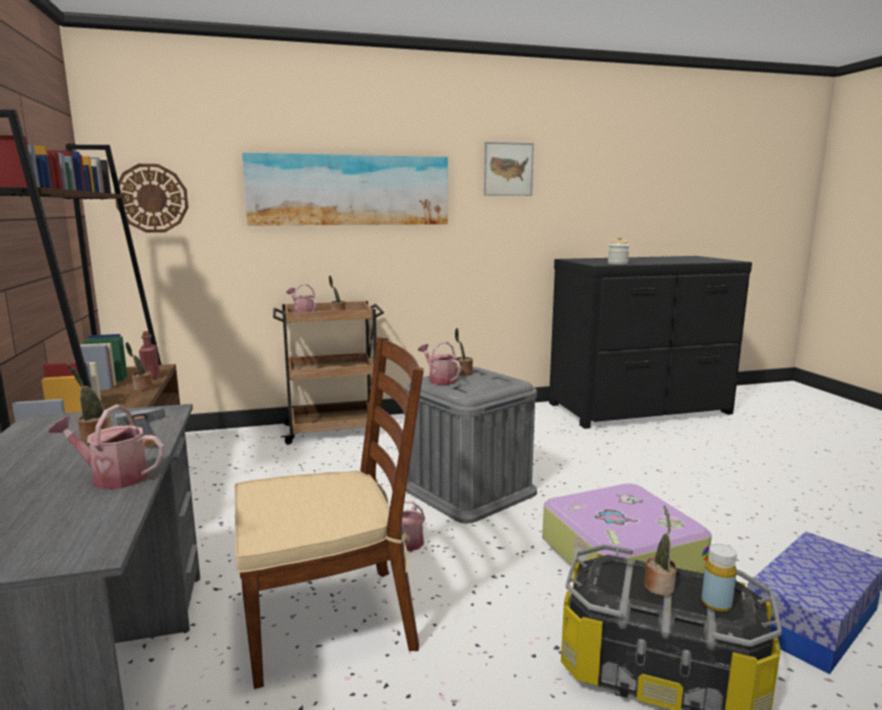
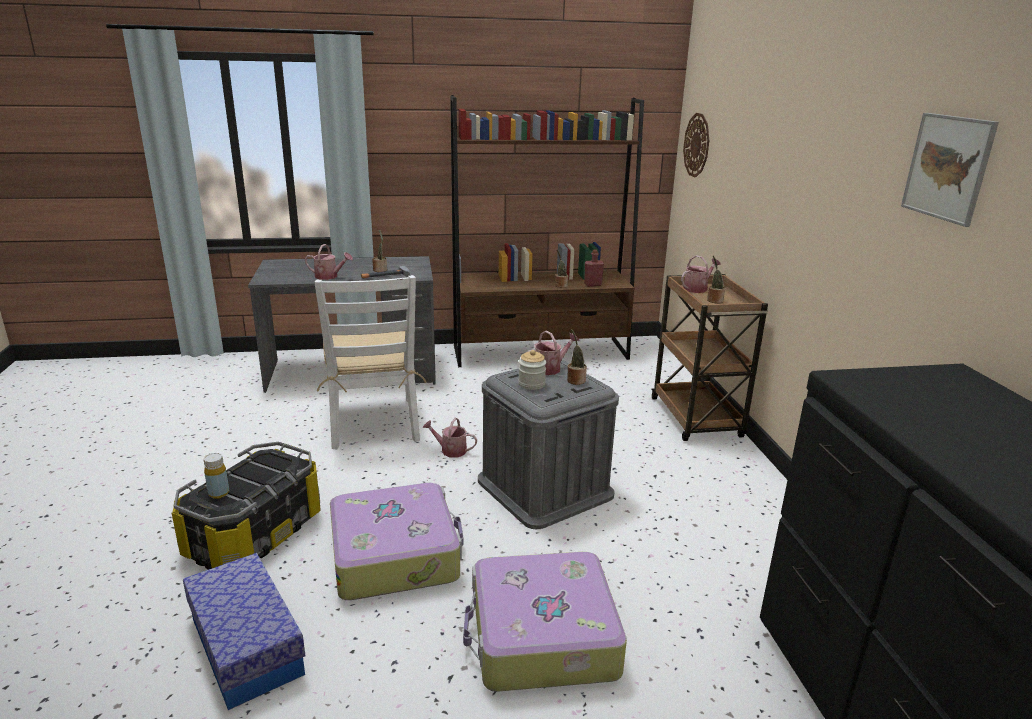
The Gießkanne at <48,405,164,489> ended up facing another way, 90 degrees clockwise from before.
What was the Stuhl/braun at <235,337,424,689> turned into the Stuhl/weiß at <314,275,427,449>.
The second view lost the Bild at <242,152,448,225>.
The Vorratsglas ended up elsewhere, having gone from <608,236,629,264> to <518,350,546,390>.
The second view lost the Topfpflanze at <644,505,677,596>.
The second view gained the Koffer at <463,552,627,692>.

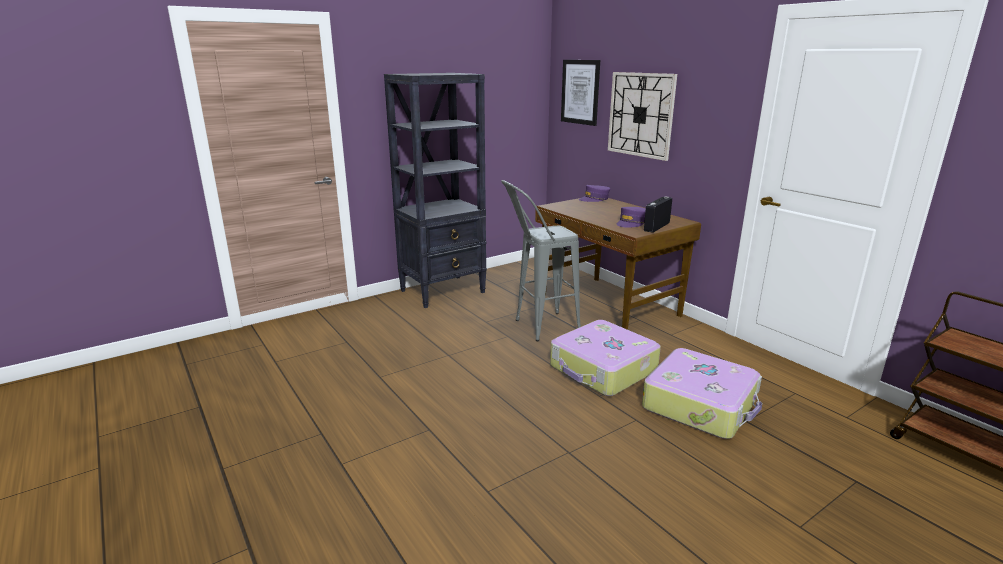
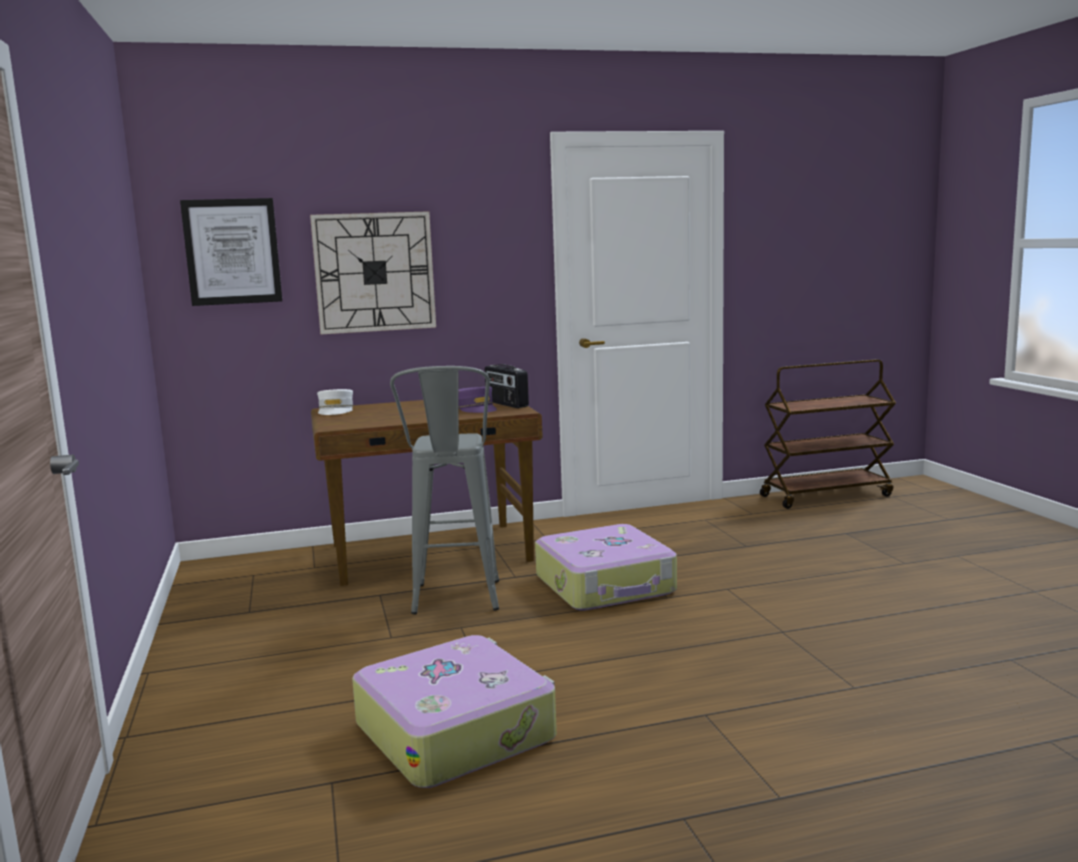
The second view lost the Bücherregal/schwarz at <384,73,487,308>.
What was the Kappe/lila at <579,185,610,202> turned into the Kappe/weiß at <317,389,354,415>.
The Koffer ended up elsewhere, having gone from <642,348,763,439> to <352,635,557,788>.

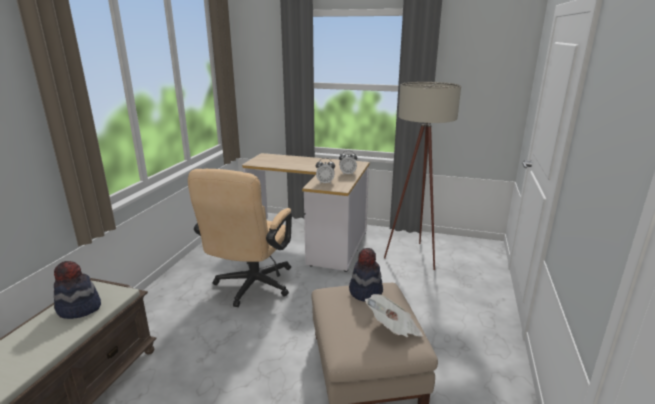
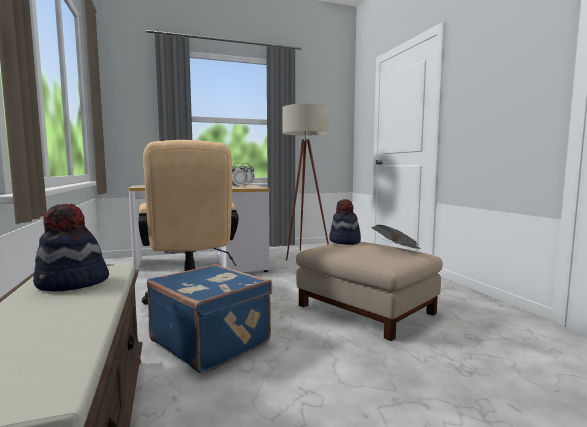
The second view gained the Koffer/blau at <147,264,272,374>.

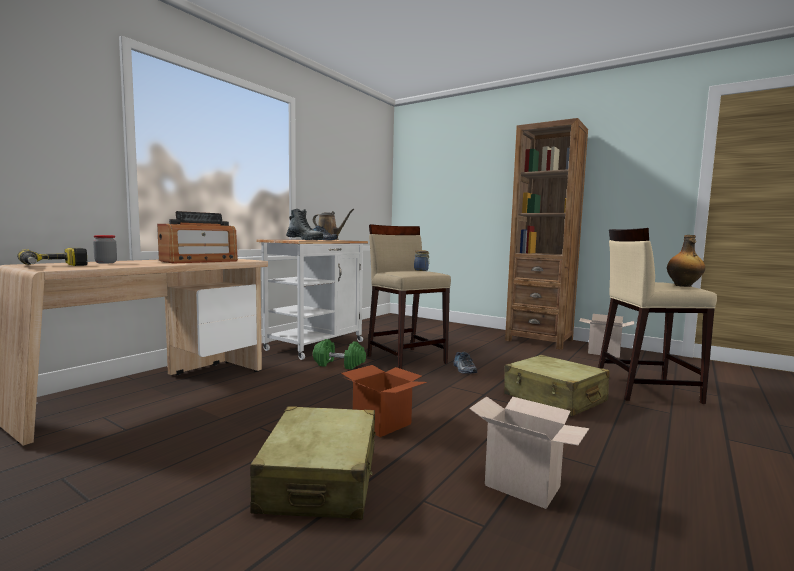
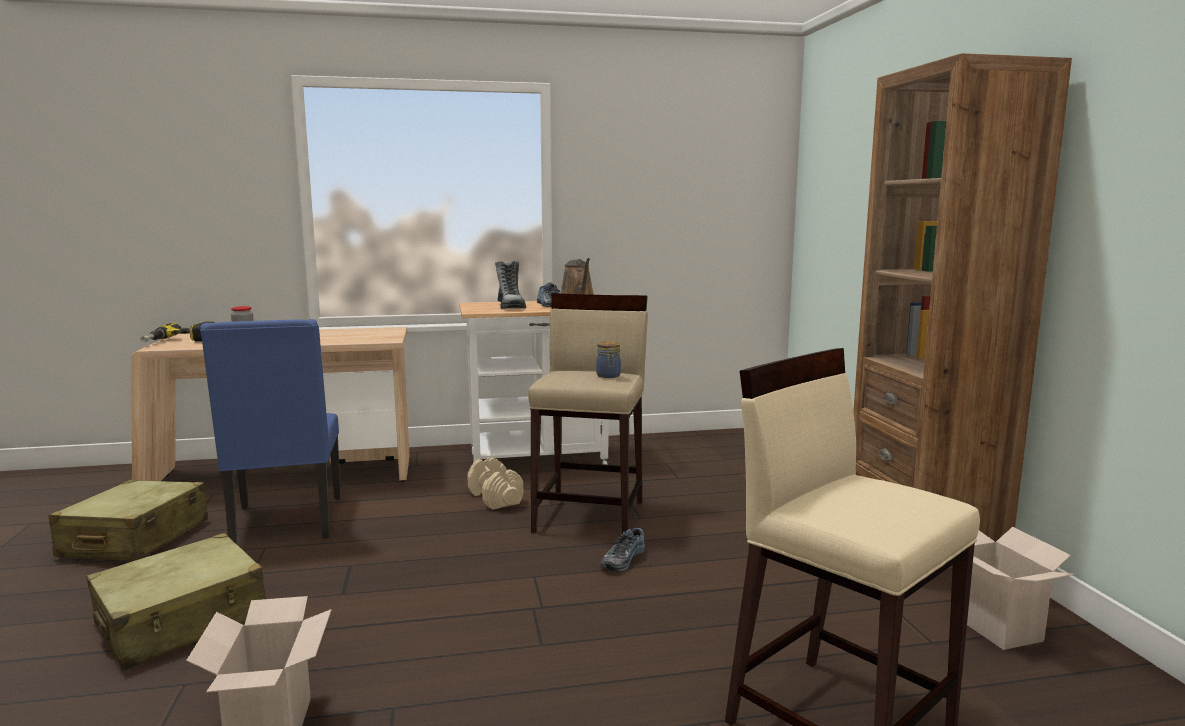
The second view lost the Radio at <157,211,238,263>.
What was the Hantel/grün at <313,339,366,369> turned into the Hantel/beige at <467,457,523,510>.
The second view lost the Karton at <341,365,427,437>.
The Koffer/beige ended up elsewhere, having gone from <504,355,610,416> to <48,480,208,561>.
The second view lost the Flasche at <667,235,705,287>.
The second view gained the Stuhl/blau at <200,319,341,544>.

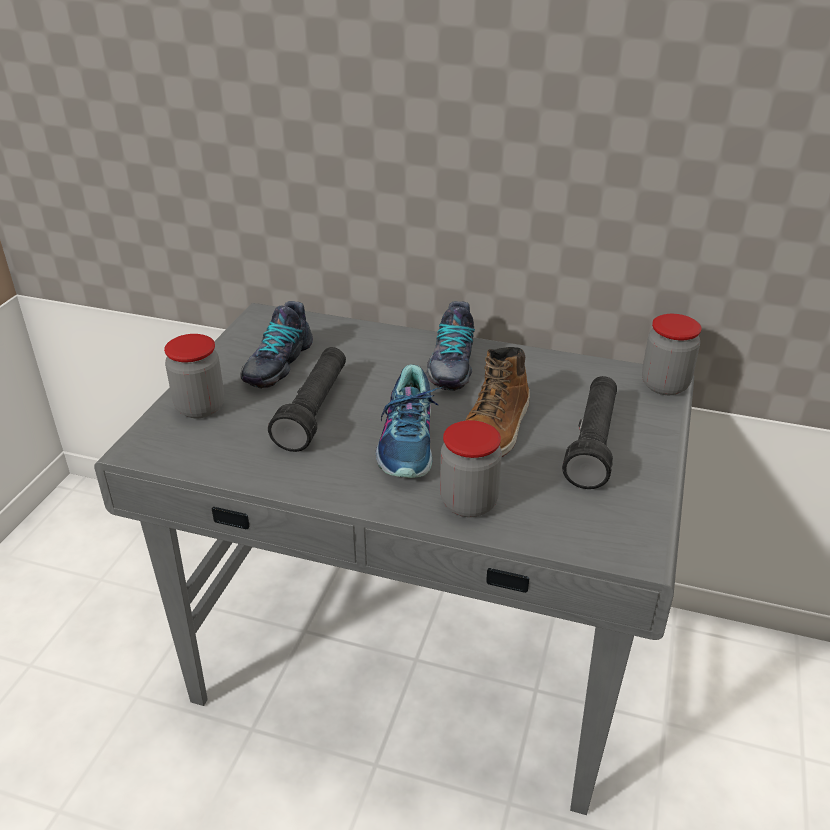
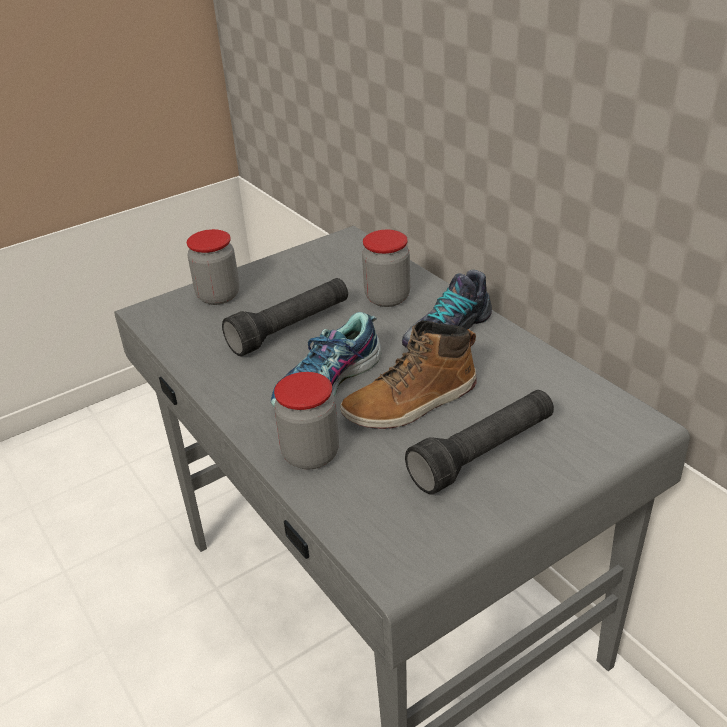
The second view lost the Schuh at <241,301,313,388>.
The Vorratsglas ended up elsewhere, having gone from <642,314,701,395> to <362,230,410,307>.

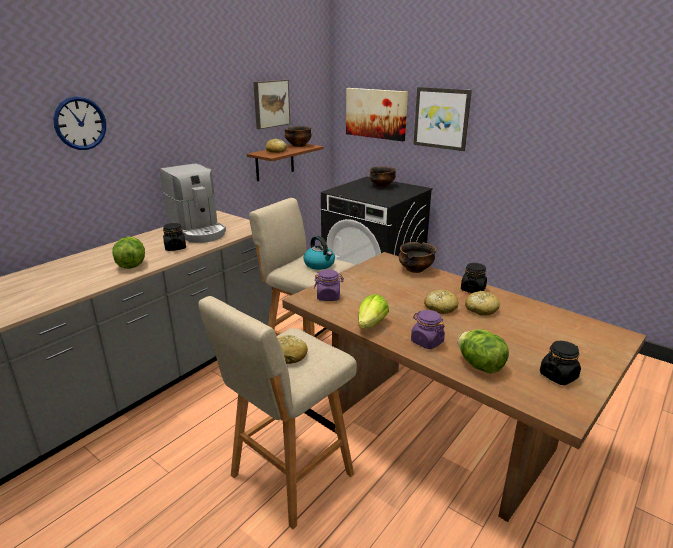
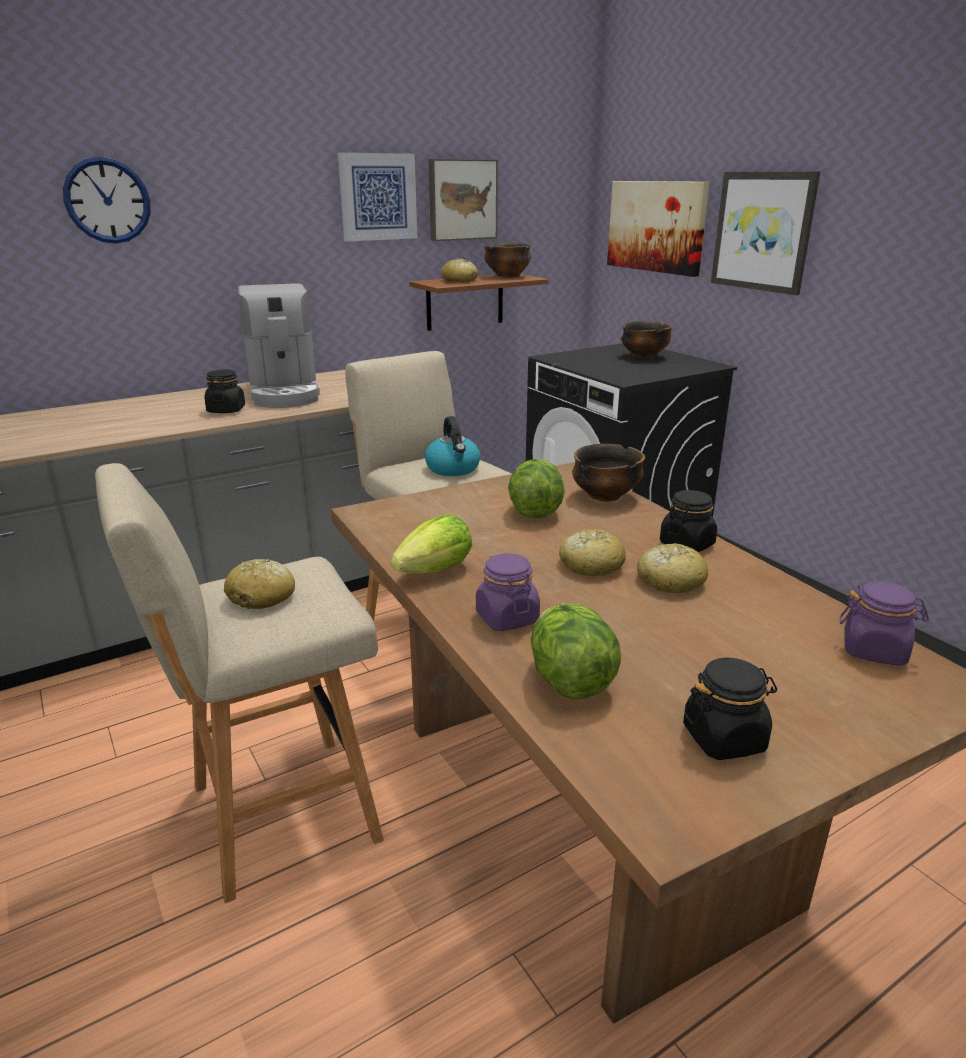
The Salatkopf ended up elsewhere, having gone from <112,237,145,269> to <508,459,565,519>.
The Vorratsglas/lila ended up elsewhere, having gone from <314,269,344,301> to <840,581,929,666>.
The second view gained the Bild at <338,153,417,242>.

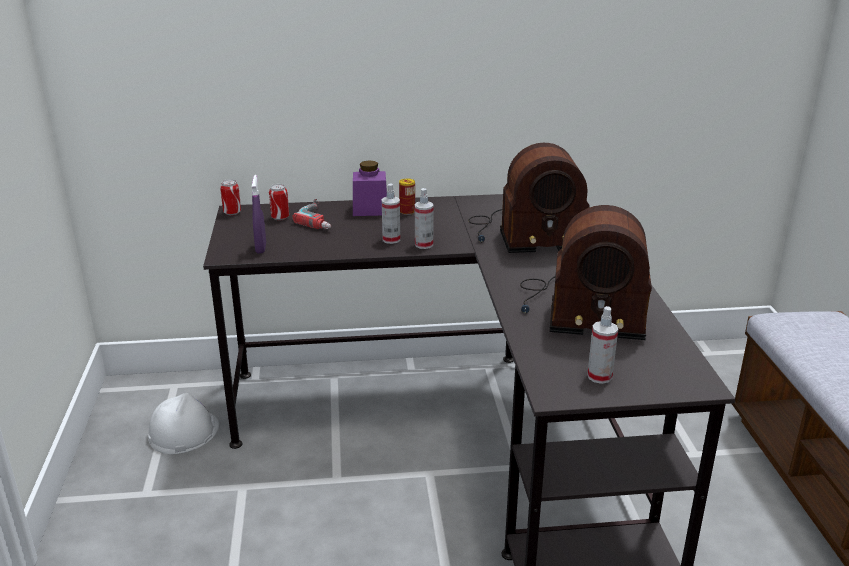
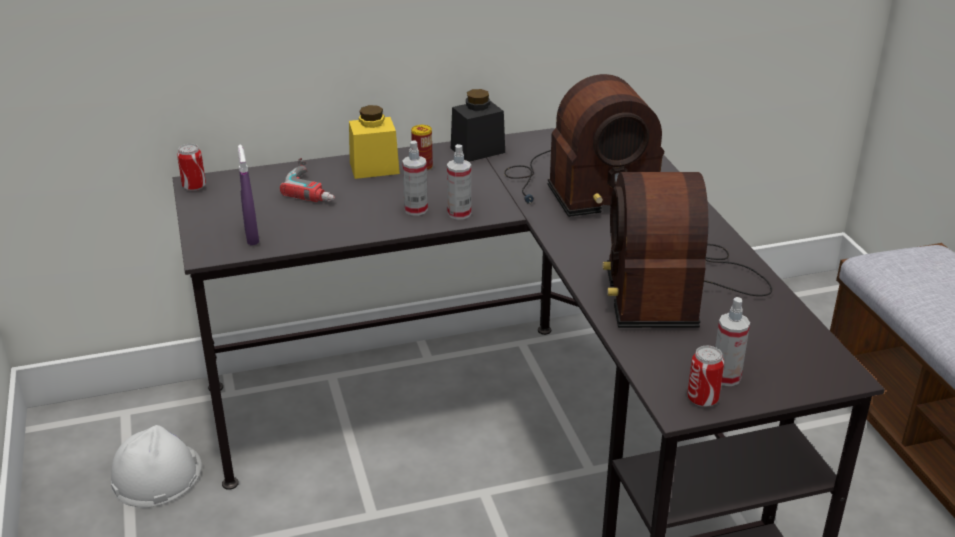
The Dose ended up elsewhere, having gone from <269,184,289,220> to <687,346,724,407>.
What was the Vorratsglas/lila at <353,160,387,216> turned into the Vorratsglas/gelb at <349,105,400,179>.
The Radio at <520,205,652,340> ended up facing another way, 90 degrees clockwise from before.
The second view gained the Vorratsglas/schwarz at <451,89,505,162>.

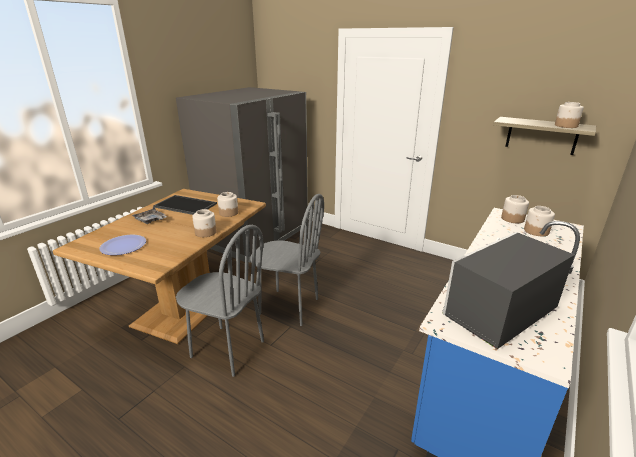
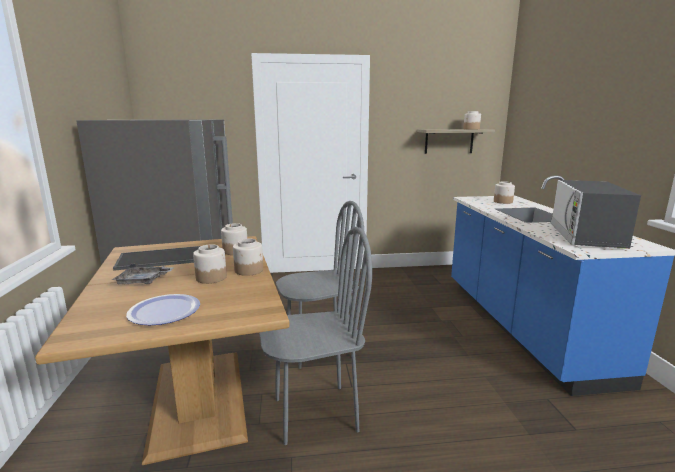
The Vorratsglas ended up elsewhere, having gone from <501,195,529,223> to <193,244,227,284>.

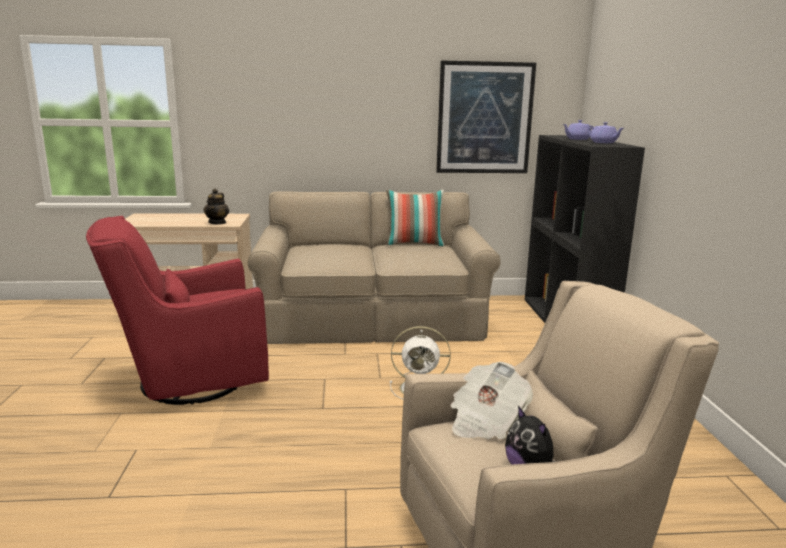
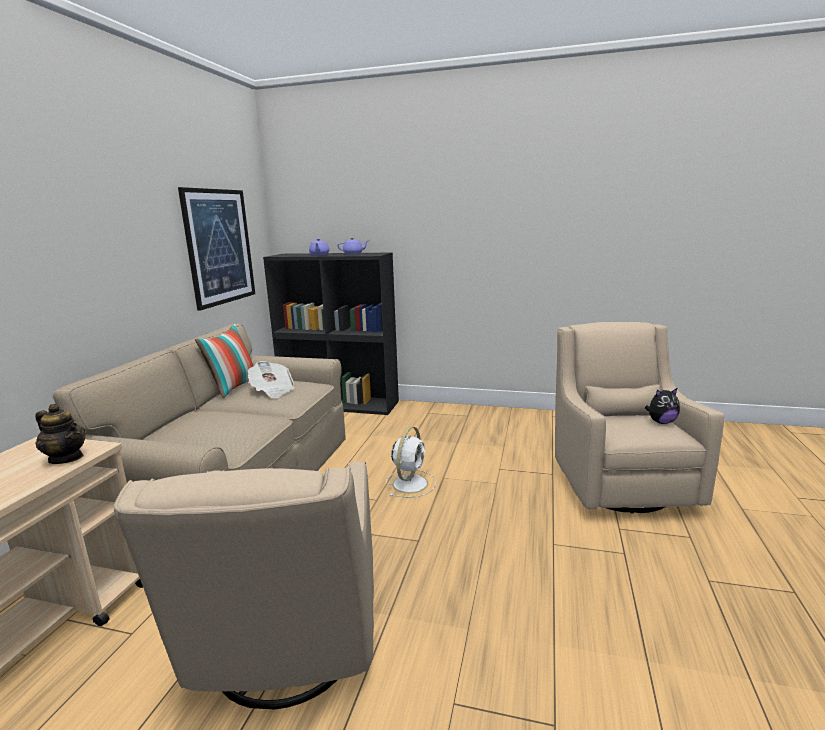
What was the Sessel/rot at <86,216,269,405> turned into the Sessel/beige at <114,461,374,709>.
The Zeitung ended up elsewhere, having gone from <450,362,533,439> to <248,361,295,399>.

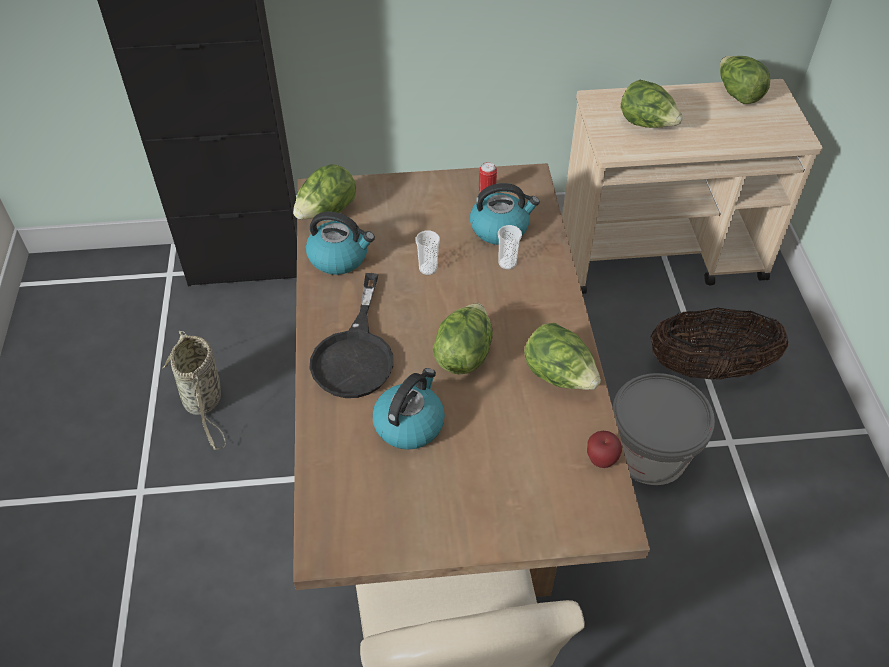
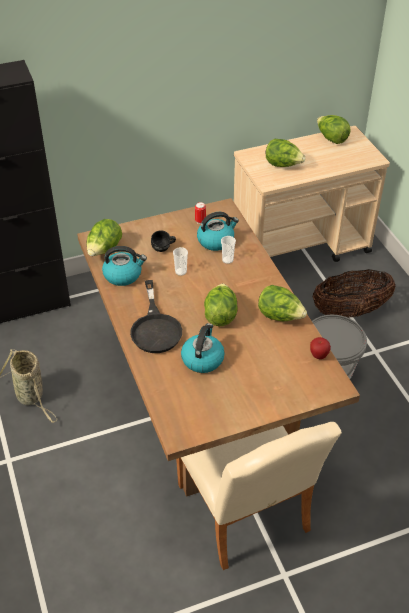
The second view gained the Henkelbecher/schwarz at <151,230,176,252>.

